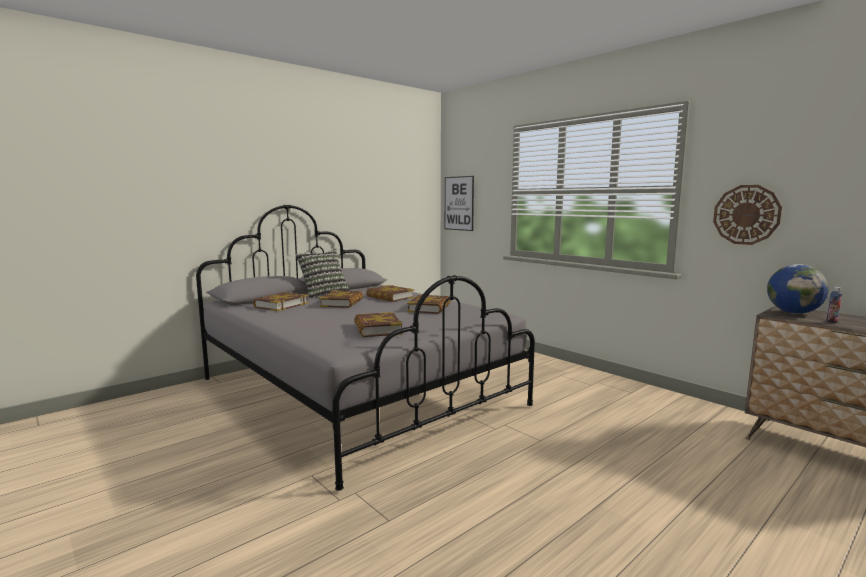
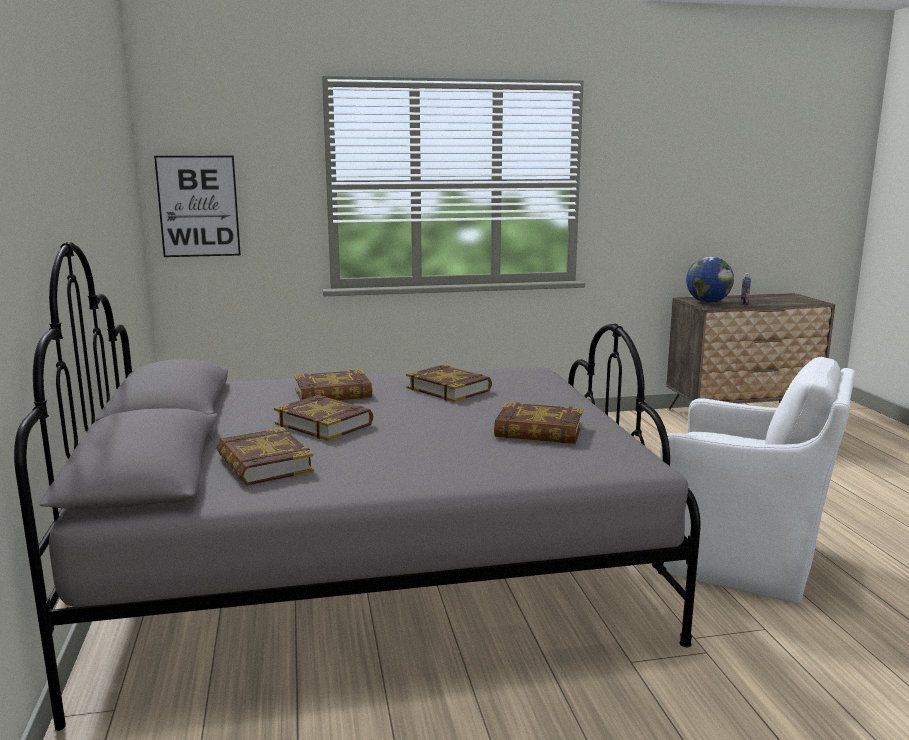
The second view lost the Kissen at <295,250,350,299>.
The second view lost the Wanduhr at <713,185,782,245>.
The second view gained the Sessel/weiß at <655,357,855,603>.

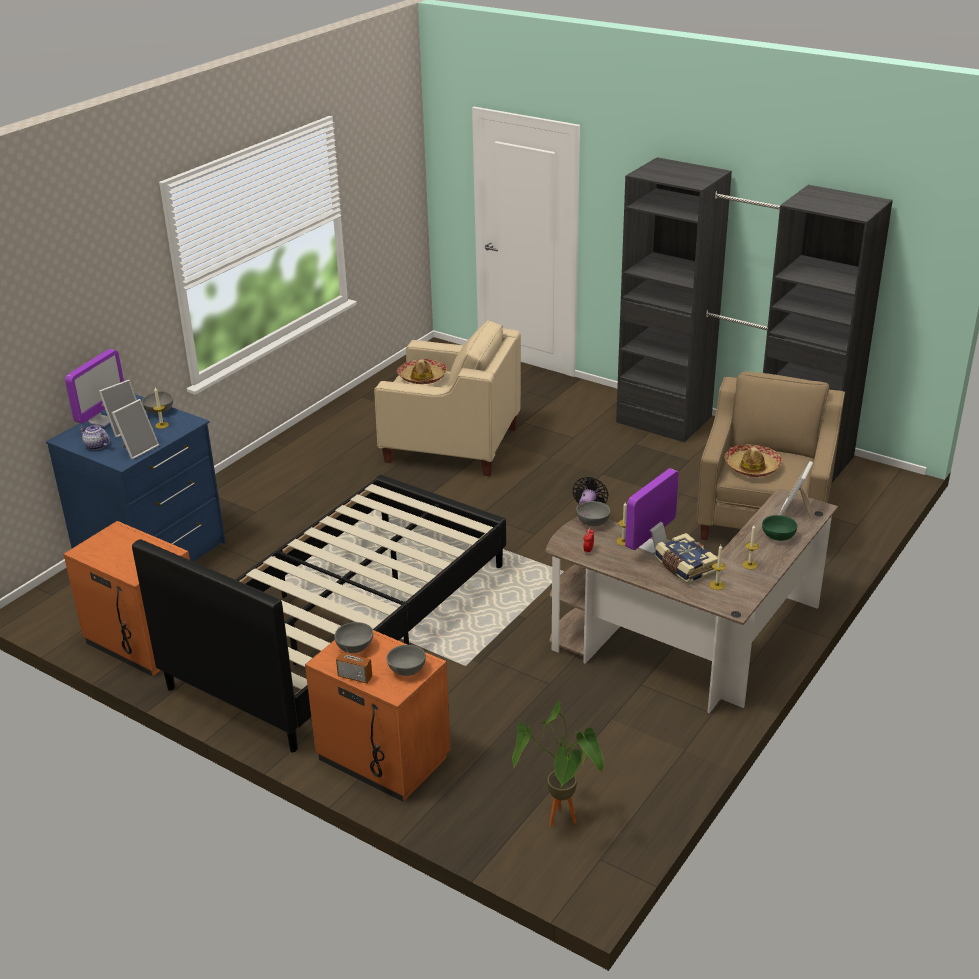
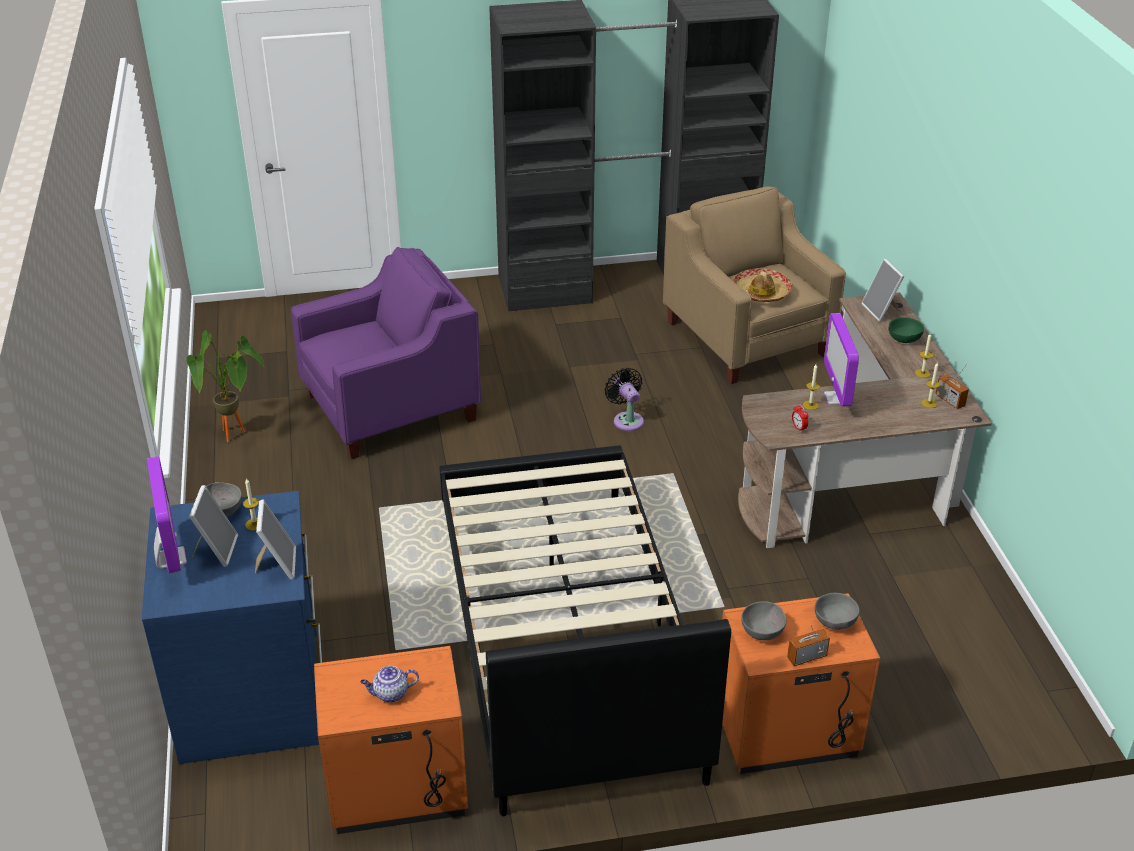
The Teekanne ended up elsewhere, having gone from <79,425,110,450> to <360,666,419,703>.
What was the Sessel/beige at <374,320,521,476> turned into the Sessel/lila at <291,247,481,459>.
The second view lost the Hut at <397,359,447,384>.
The Topfpflanze ended up elsewhere, having gone from <512,701,604,826> to <187,330,265,442>.
The second view lost the Schüssel/grau at <576,501,610,526>.
The second view lost the Buch at <655,533,718,585>.
The second view gained the Radio at <935,364,969,409>.

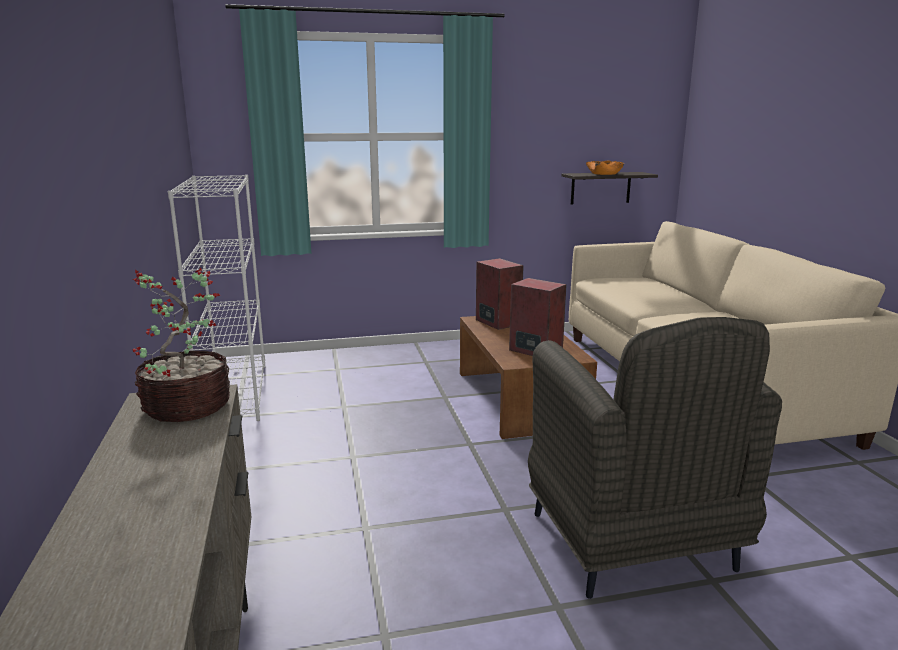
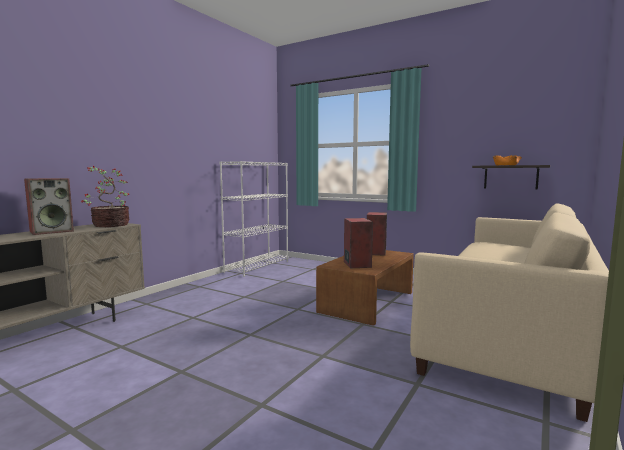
The second view lost the Sessel/grau at <528,317,782,599>.
The second view gained the Lautsprecher at <24,178,74,235>.

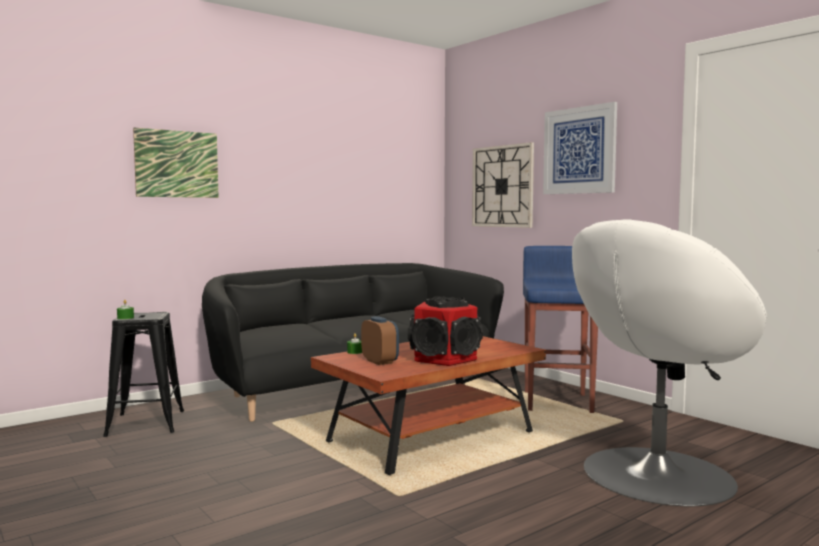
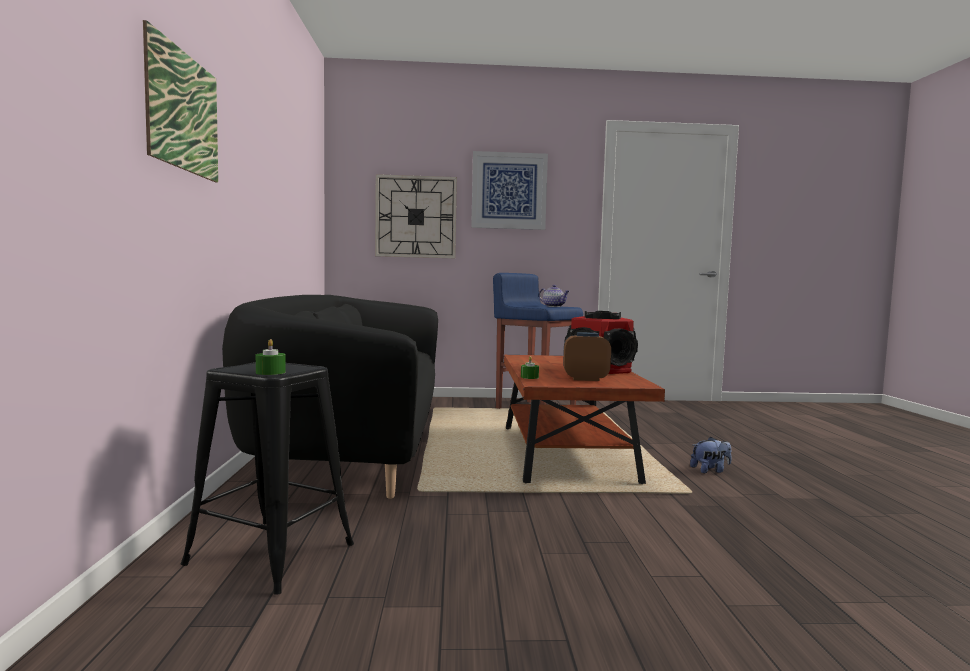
The second view lost the Sessel/weiß at <572,219,767,506>.
The second view gained the Teekanne at <539,285,569,307>.
The second view gained the Plüschtier at <690,437,732,473>.

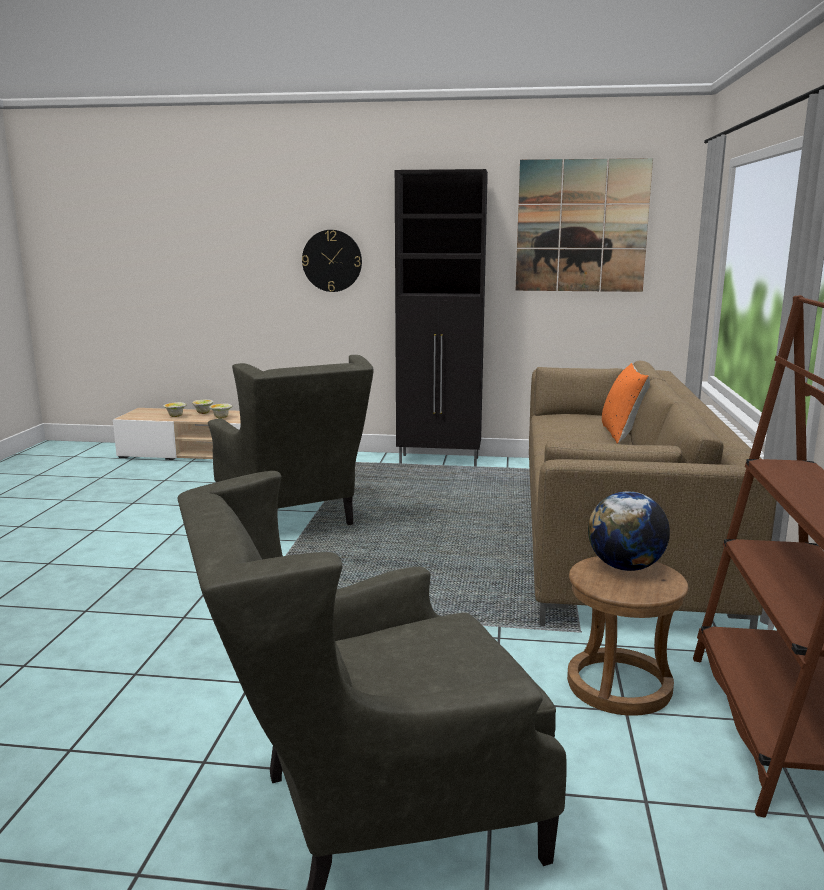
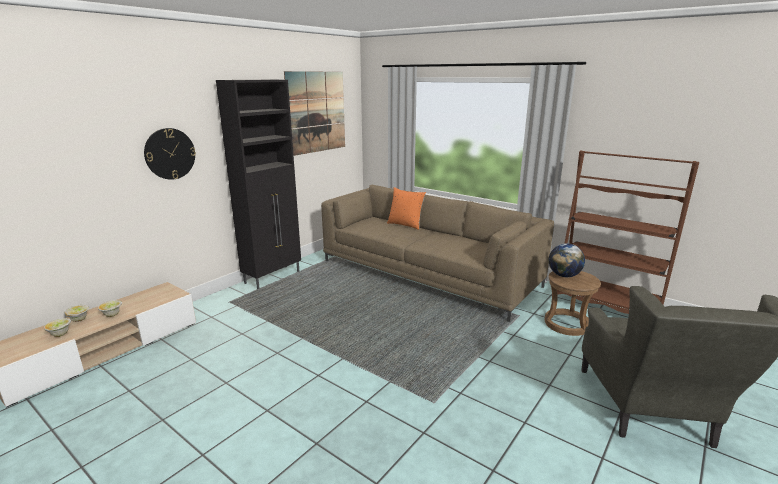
The second view lost the Sessel/grau at <208,355,373,525>.

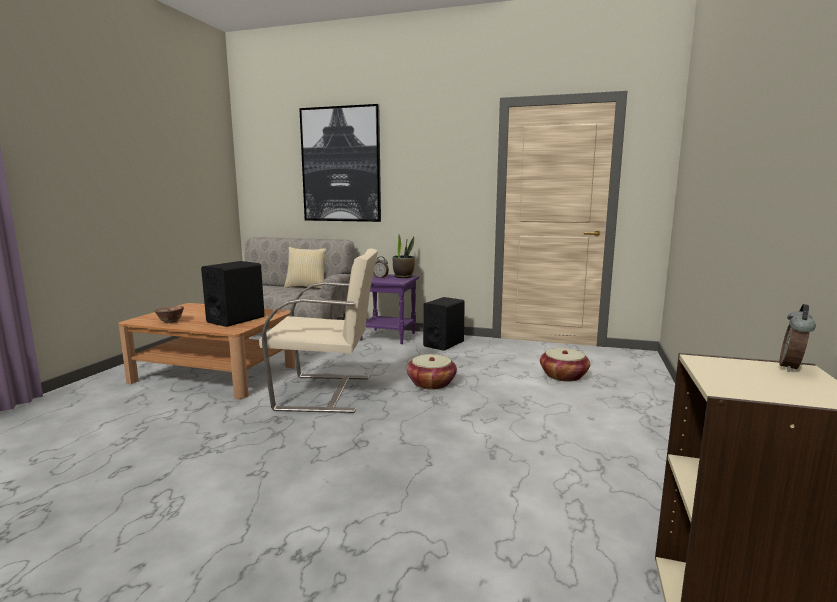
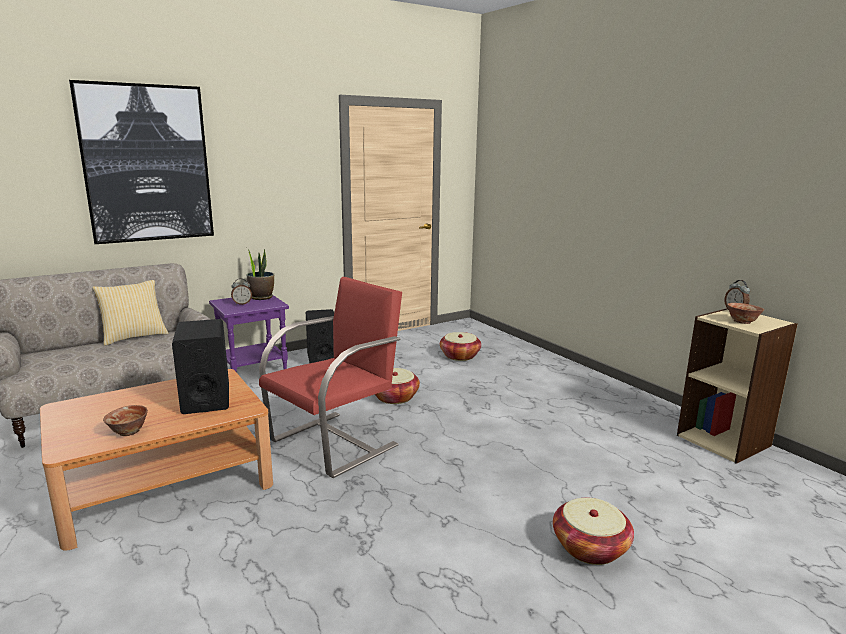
What was the Sessel/beige at <259,248,378,413> turned into the Sessel/rot at <259,277,402,478>.
The second view gained the Korb at <553,498,634,565>.
The second view gained the Schüssel at <727,303,764,324>.

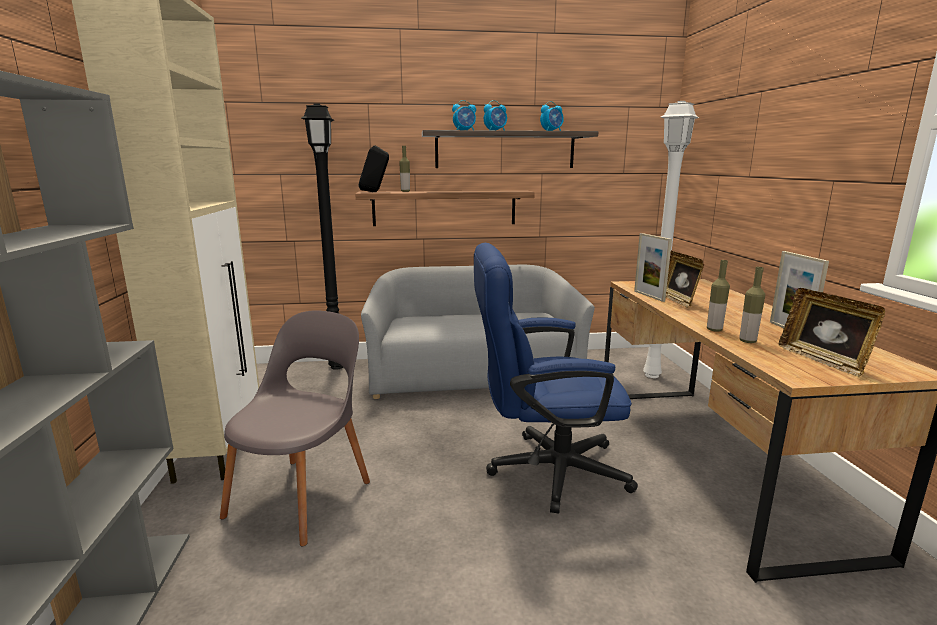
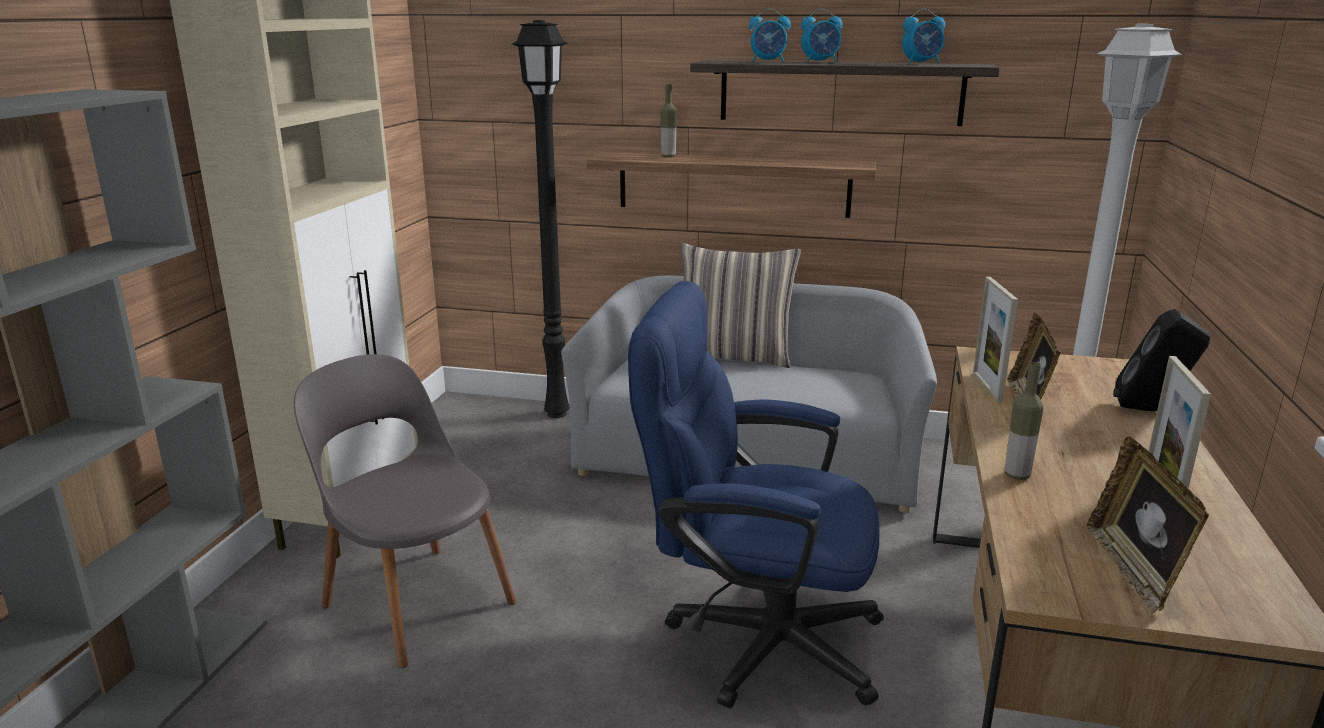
The Stuhl/grau at <220,310,370,546> ended up facing another way, 90 degrees counterclockwise from before.
The Lautsprecher/schwarz ended up elsewhere, having gone from <358,145,389,192> to <1113,309,1210,411>.
The second view lost the Flasche at <739,267,765,343>.
The second view gained the Kissen at <680,243,801,368>.

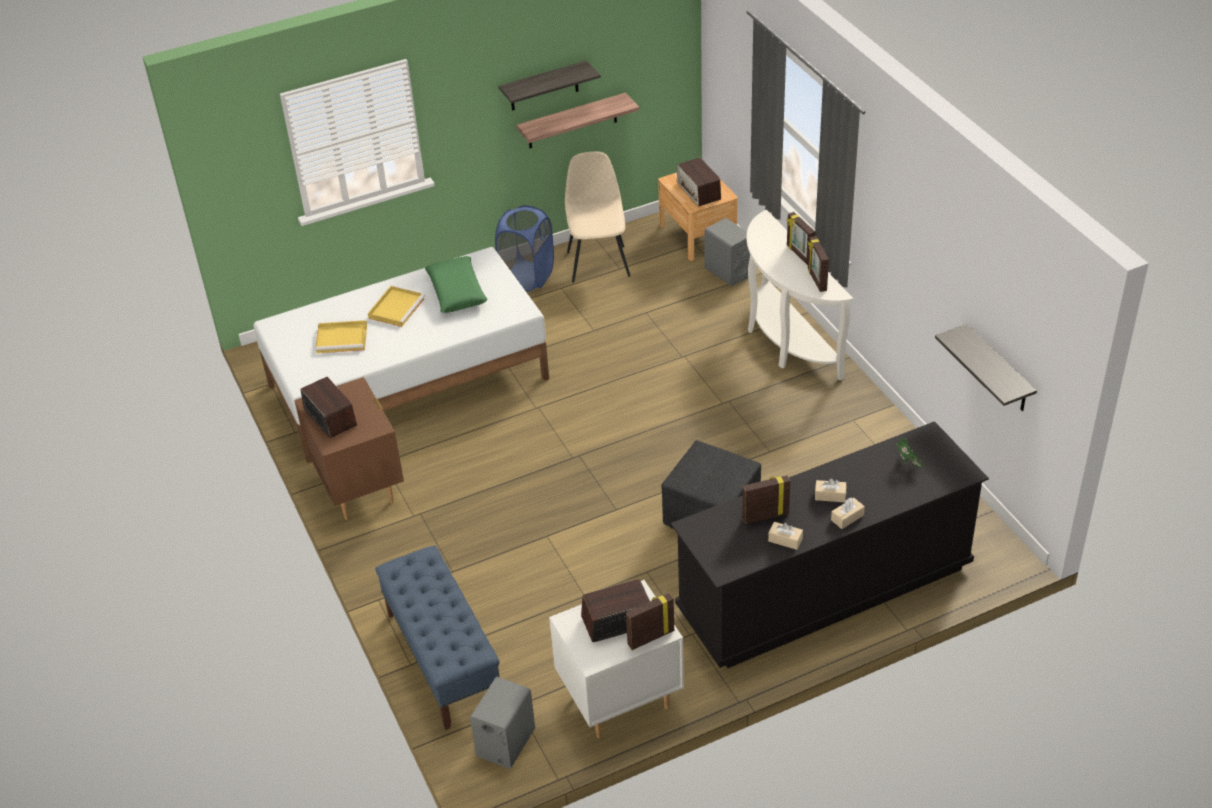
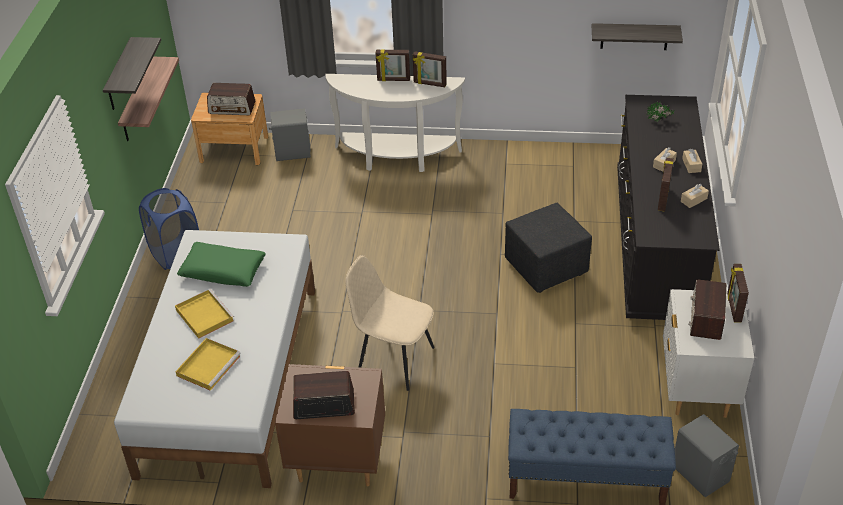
The Stuhl/beige ended up elsewhere, having gone from <565,151,630,283> to <345,255,434,391>.

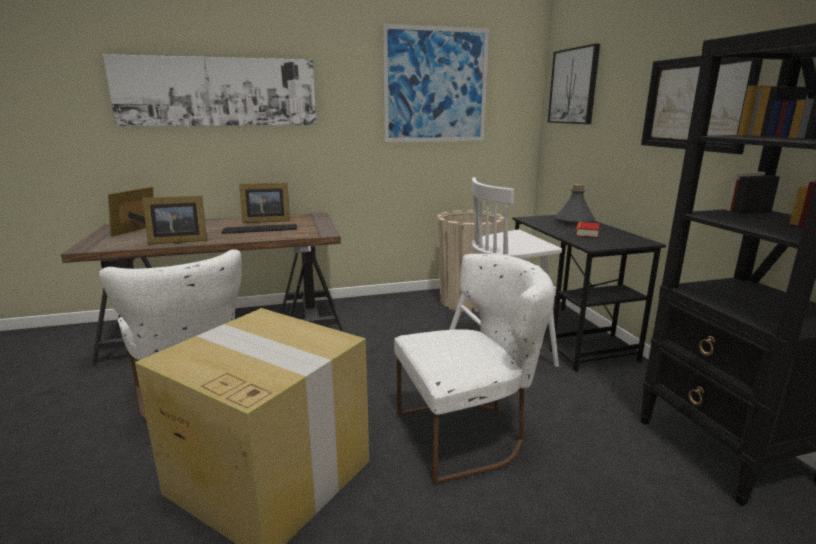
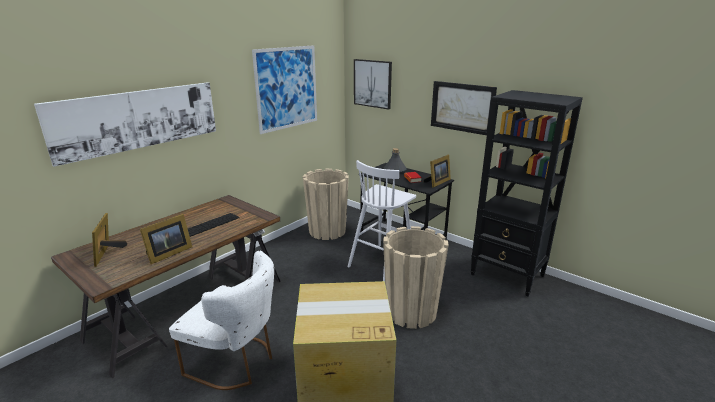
The Bilderrahmen ended up elsewhere, having gone from <239,182,290,223> to <423,155,451,188>.
Where the Stuhl/weiß stood at <394,254,555,484>, the Pflanzkübel/beige came to stand at <383,226,449,329>.

